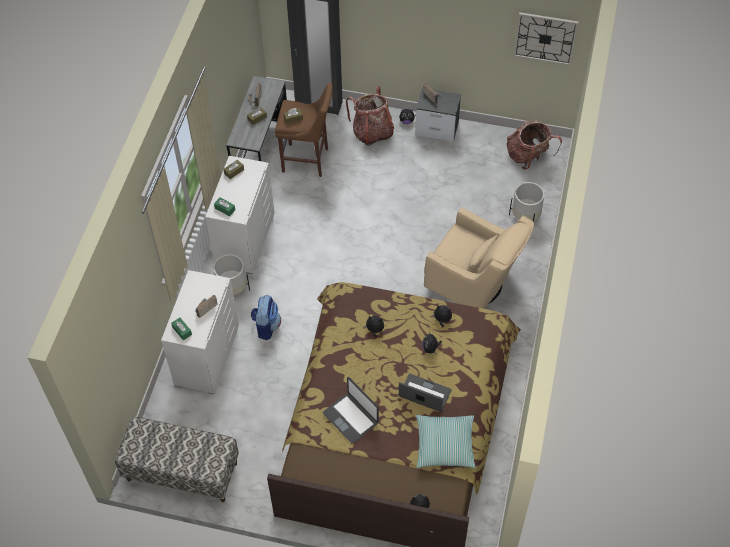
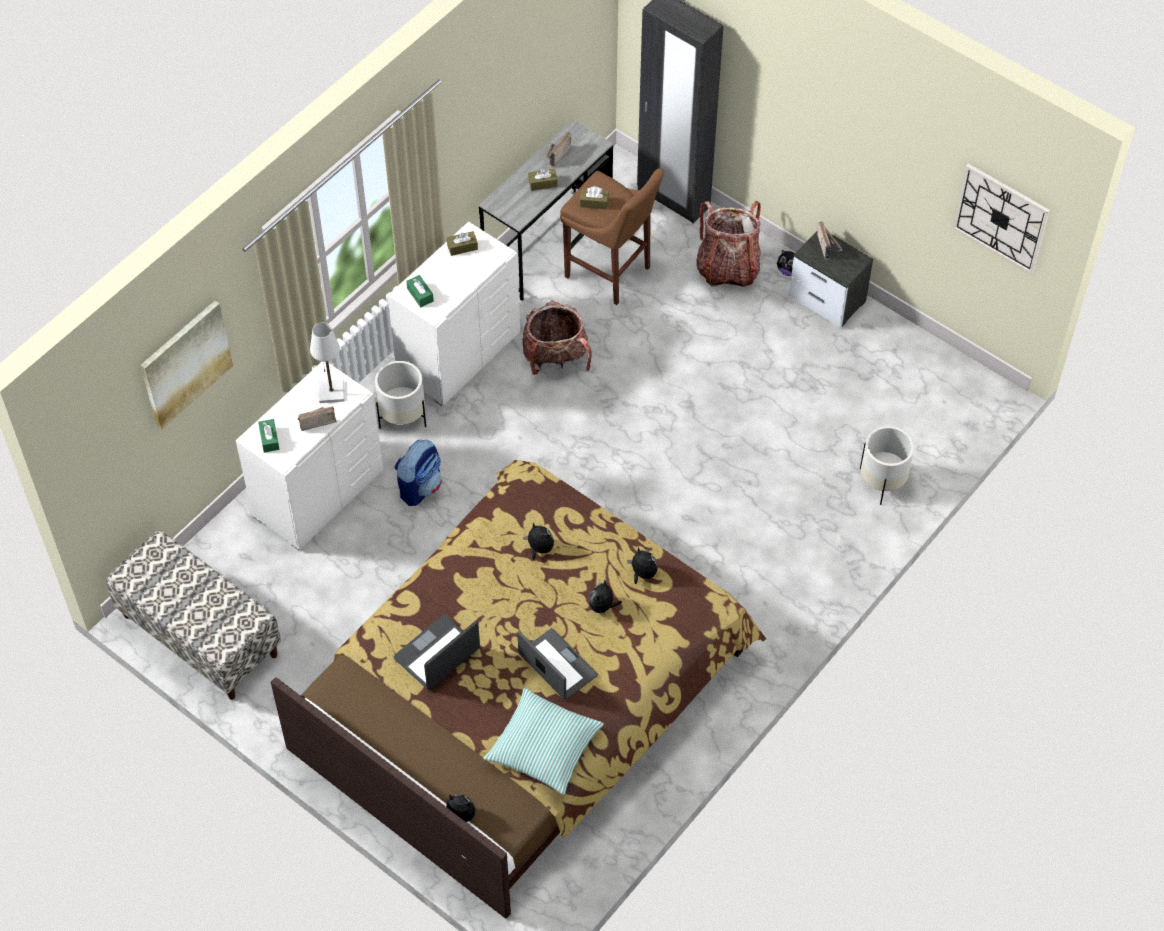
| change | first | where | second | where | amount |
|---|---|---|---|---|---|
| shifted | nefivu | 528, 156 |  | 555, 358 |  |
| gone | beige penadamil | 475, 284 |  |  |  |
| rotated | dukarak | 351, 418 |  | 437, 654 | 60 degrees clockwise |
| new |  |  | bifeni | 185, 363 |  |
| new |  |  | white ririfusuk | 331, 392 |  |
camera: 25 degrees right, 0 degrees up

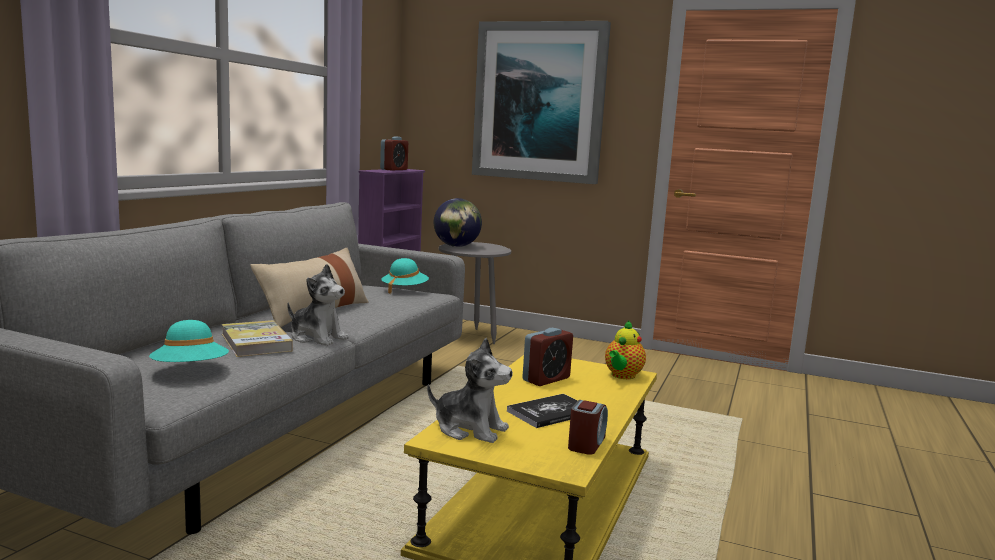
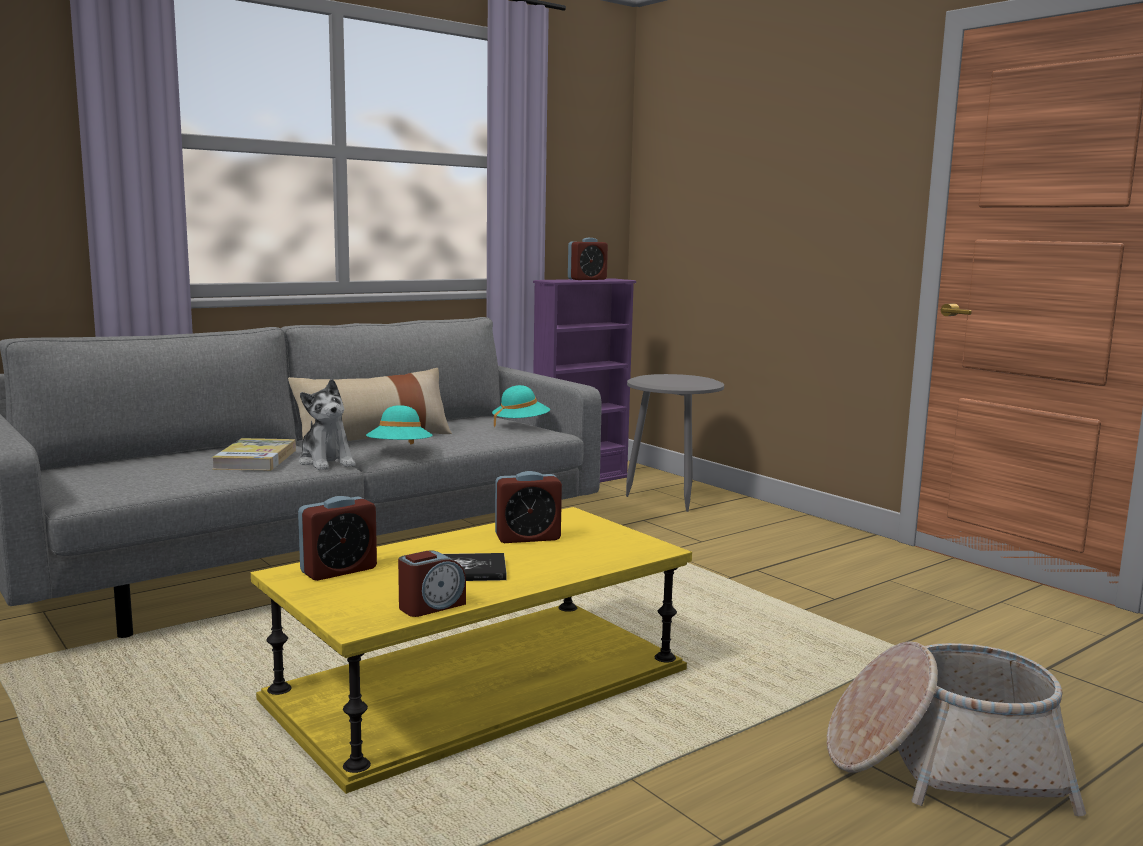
| change | first | where | second | where | amount |
|---|---|---|---|---|---|
| gone | bifeni | 539, 102 |  |  |  |
| gone | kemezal | 456, 246 |  |  |  |
| shifted | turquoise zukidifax | 190, 371 |  | 400, 451 |  |
| gone | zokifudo | 622, 376 |  |  |  |
| swapped | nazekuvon | 470, 429 | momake | 339, 570 |  |
| new |  |  | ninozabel | 942, 765 |  |
camera: 30 degrees right, 0 degrees up

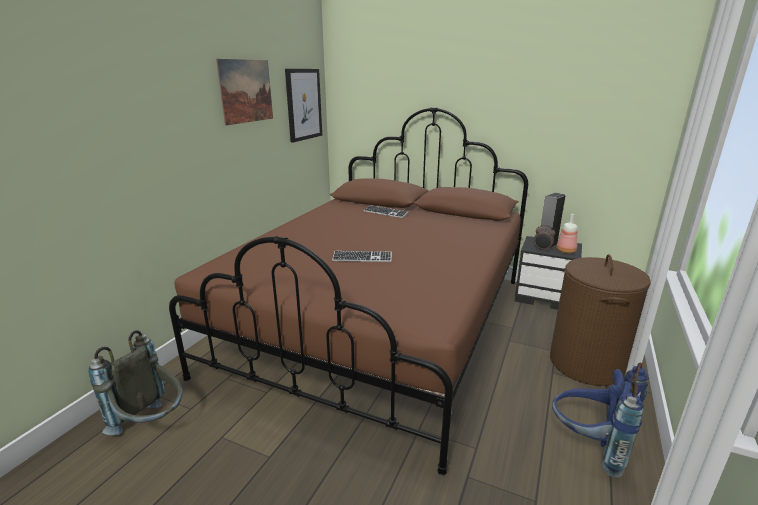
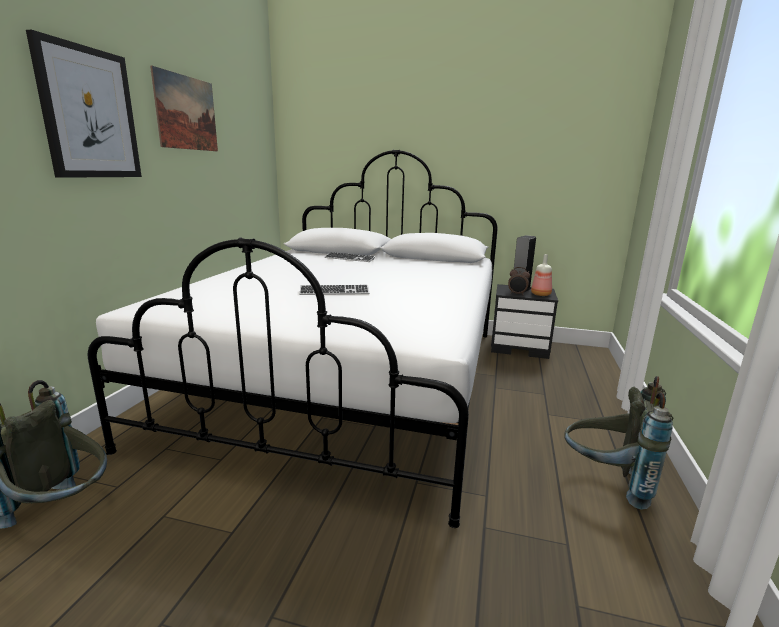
| change | first | where | second | where | amount |
|---|---|---|---|---|---|
| shifted | bifeni | 303, 104 |  | 89, 113 |  |
| repainted | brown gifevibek | 381, 323 | white gifevibek | 351, 379 |  |
| gone | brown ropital | 586, 364 |  |  |  |
| repainted | blue nefivu | 588, 446 | grey nefivu | 606, 481 |  |
camera: 10 degrees left, 5 degrees down

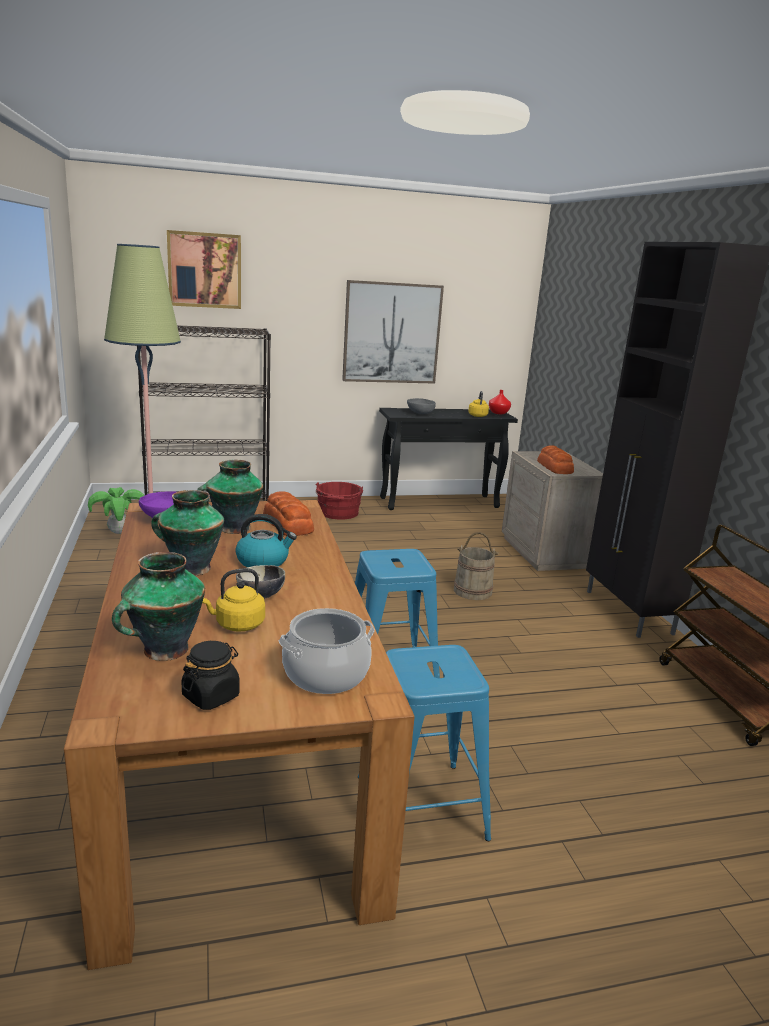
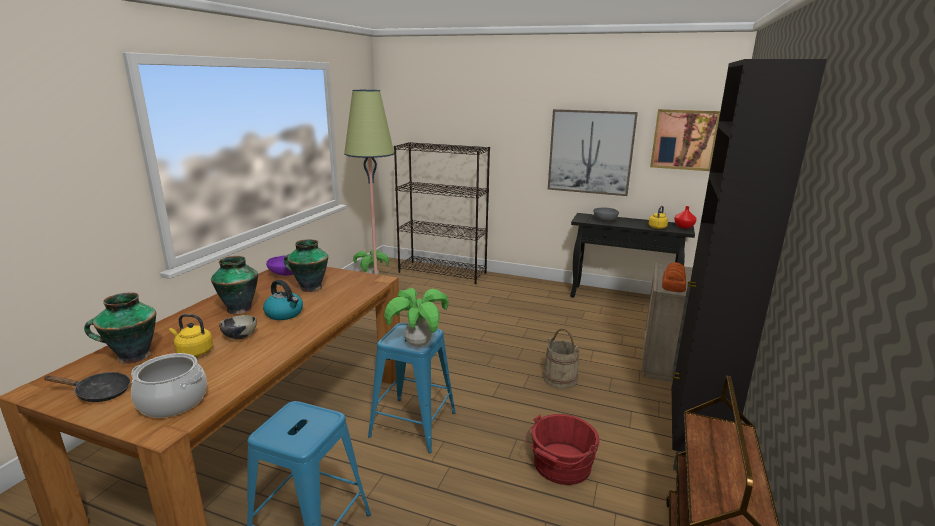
| change | first | where | second | where | amount |
|---|---|---|---|---|---|
| shifted | bifeni | 204, 270 |  | 684, 140 |  |
| shifted | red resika | 338, 513 |  | 560, 466 |  |
| gone | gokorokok | 288, 523 |  |  |  |
| swapped | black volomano | 211, 696 | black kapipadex | 99, 393 |  |
| new |  |  | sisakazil | 418, 344 |  |
camera: 35 degrees right, 0 degrees up

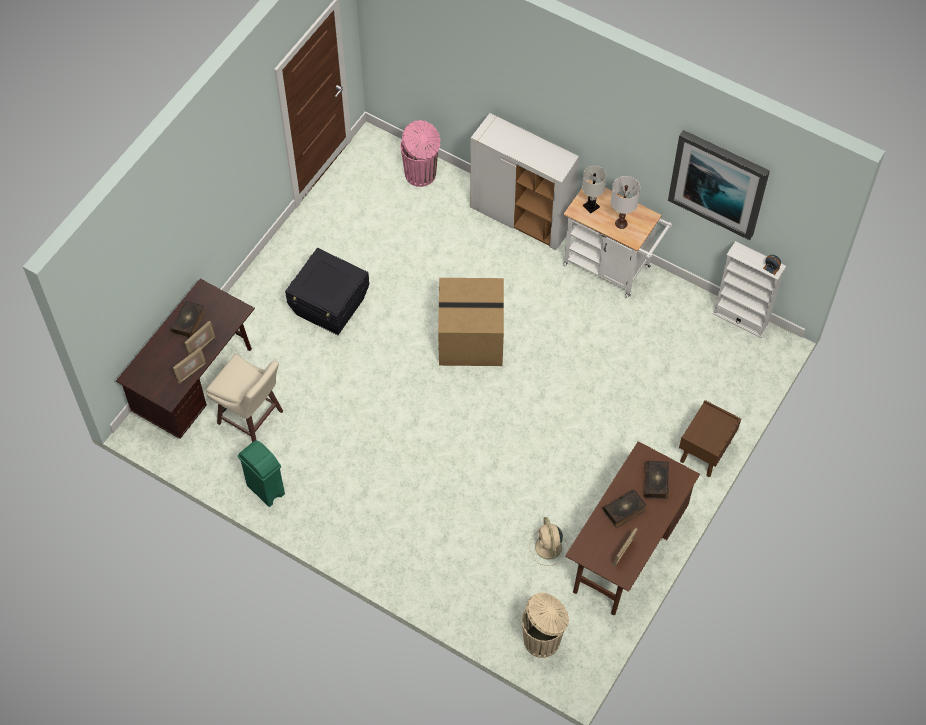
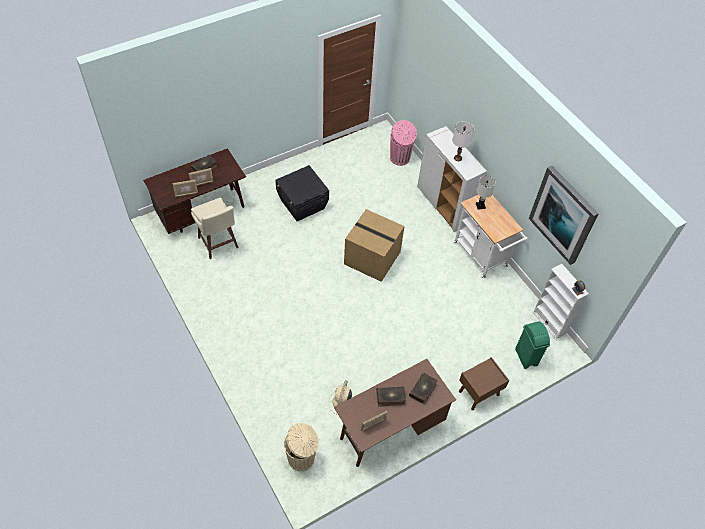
| change | first | where | second | where | amount |
|---|---|---|---|---|---|
| shifted | white ririfusuk | 621, 223 |  | 457, 158 |  |
| shifted | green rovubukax | 266, 490 |  | 526, 357 |  |
camera: 25 degrees right, 5 degrees down

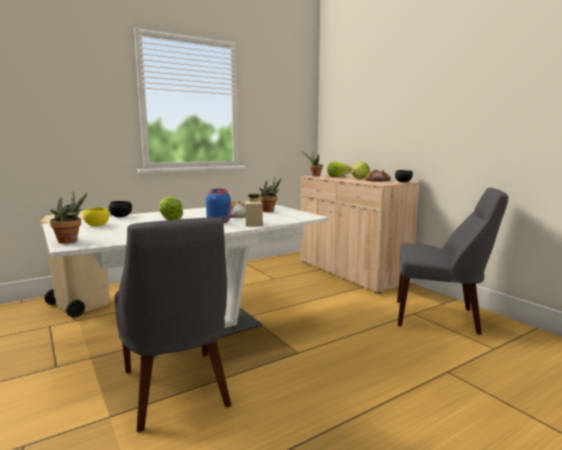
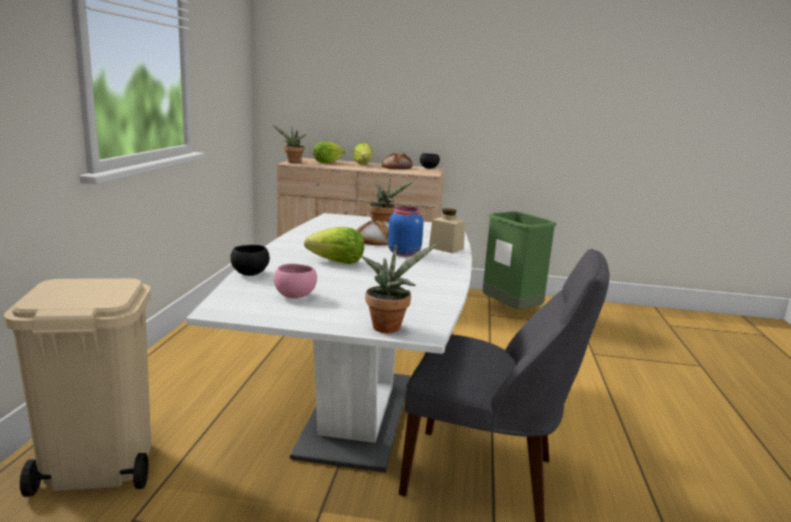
| change | first | where | second | where | amount |
|---|---|---|---|---|---|
| swapped | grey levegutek | 440, 317 | green rovubukax | 511, 311 |  |
| repainted | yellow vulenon | 97, 225 | pink vulenon | 295, 296 |  |
camera: 50 degrees left, 5 degrees up

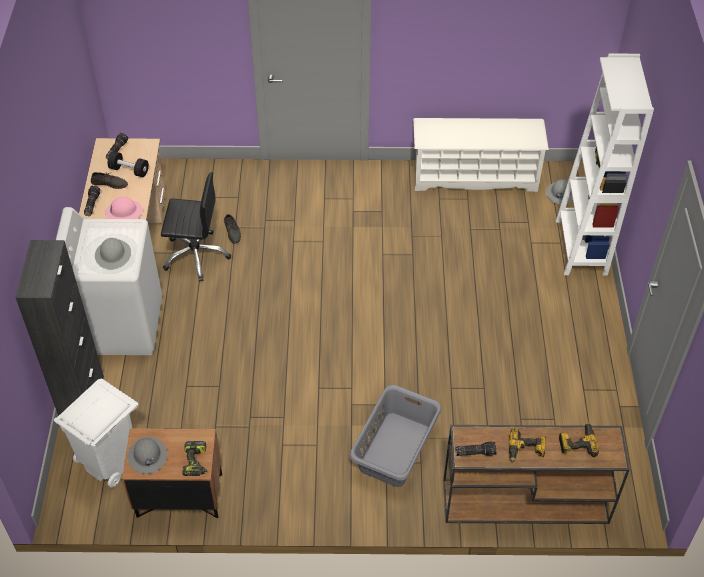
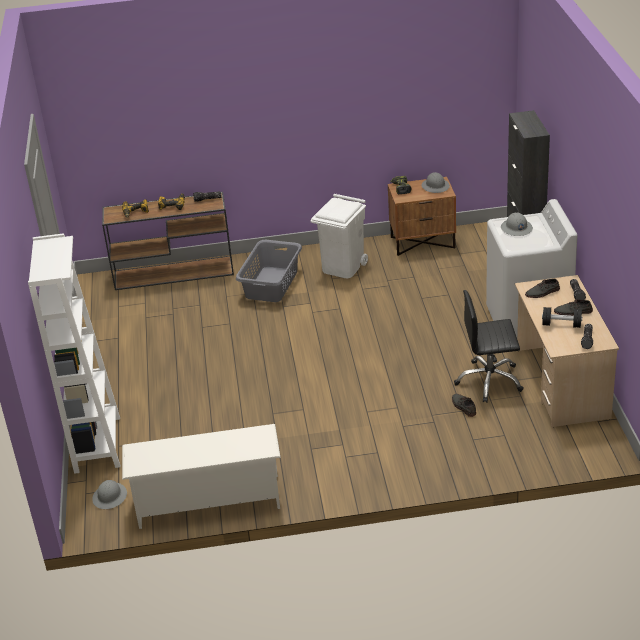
| change | first | where | second | where | amount |
|---|---|---|---|---|---|
| swapped | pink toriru | 123, 212 | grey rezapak | 542, 292 |  |
| shifted | white rovubukax | 110, 459 |  | 343, 267 |  |
camera: 175 degrees right, 15 degrees down

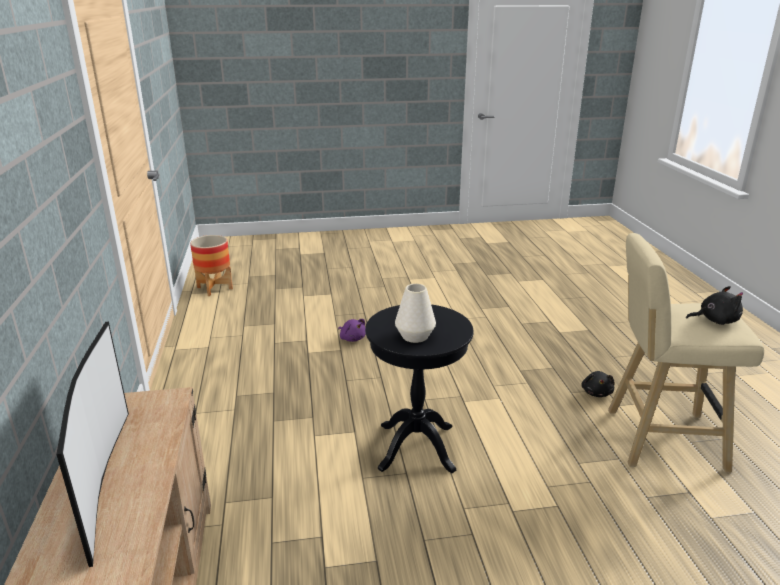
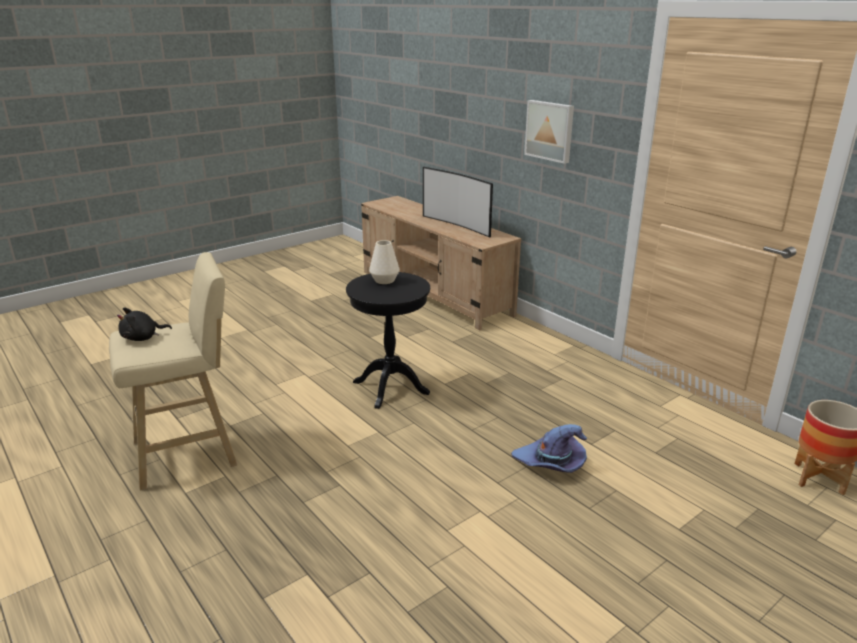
| change | first | where | second | where | amount |
|---|---|---|---|---|---|
| swapped | purple nazekuvon | 352, 338 | purple zukidifax | 551, 463 |  |
| gone | black nazekuvon | 596, 392 |  |  |  |
| new |  |  | bifeni | 550, 130 |  |
camera: 150 degrees right, 0 degrees up

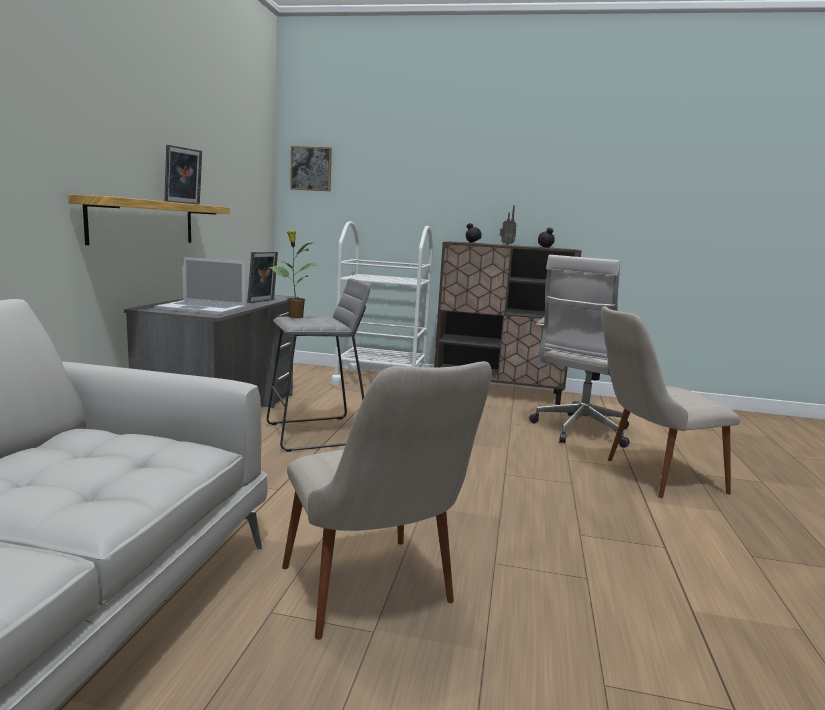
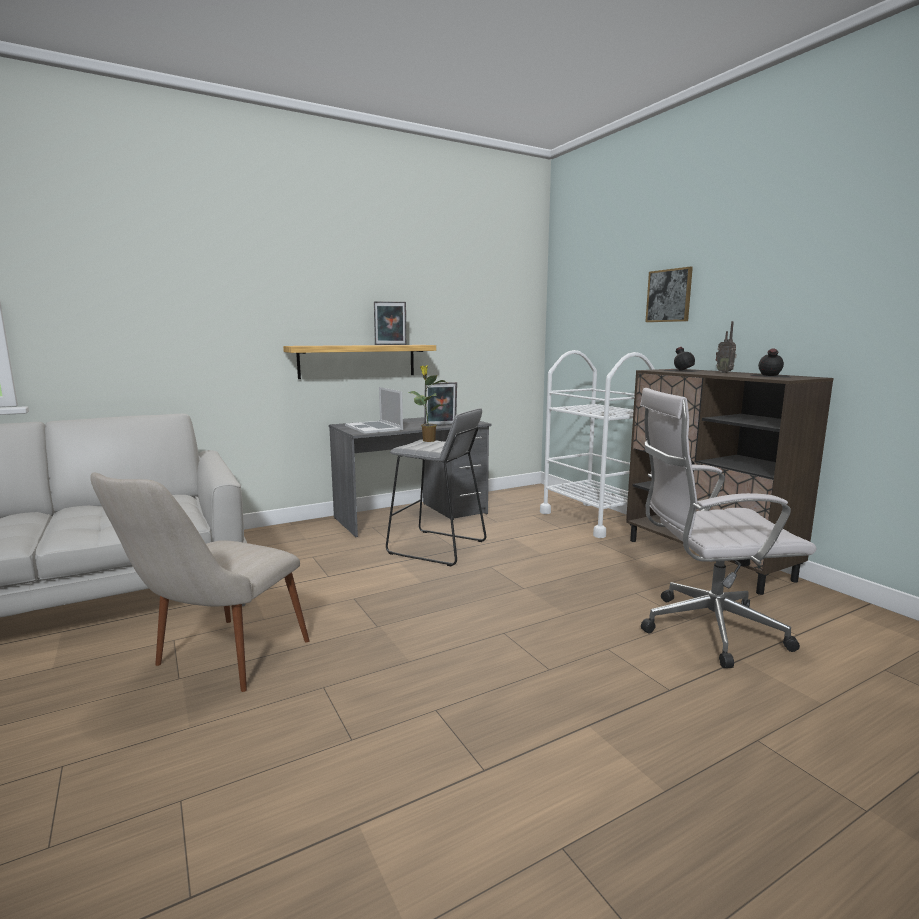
| change | first | where | second | where | amount |
|---|---|---|---|---|---|
| shifted | bifeni | 311, 169 |  | 669, 295 |  |
| gone | beige levegutek | 648, 476 |  |  |  |
camera: 50 degrees right, 0 degrees up

